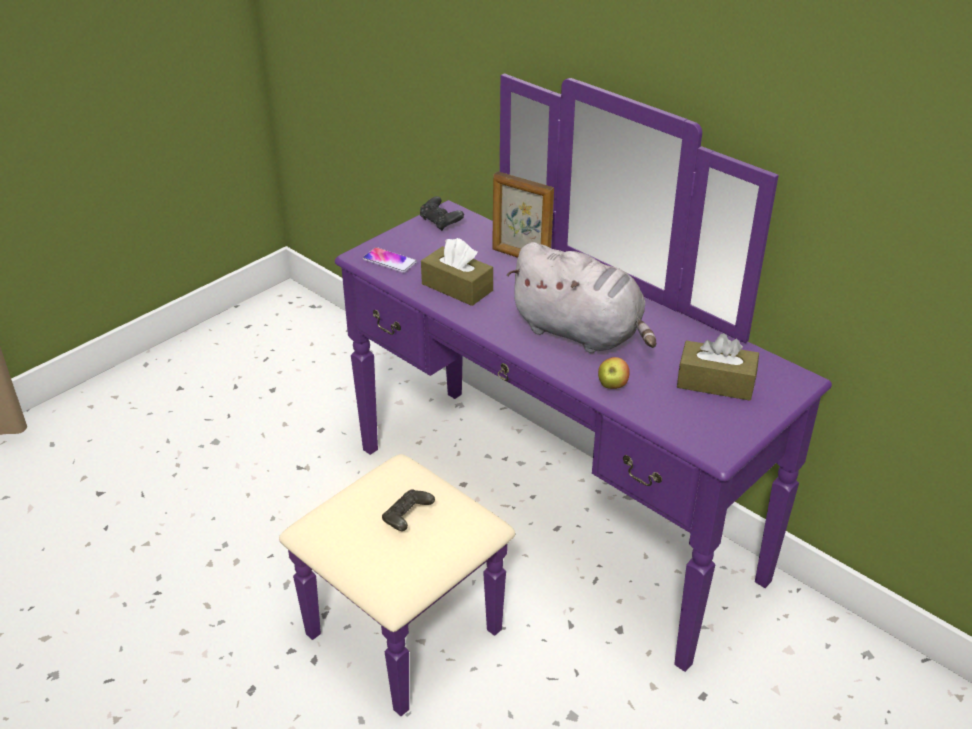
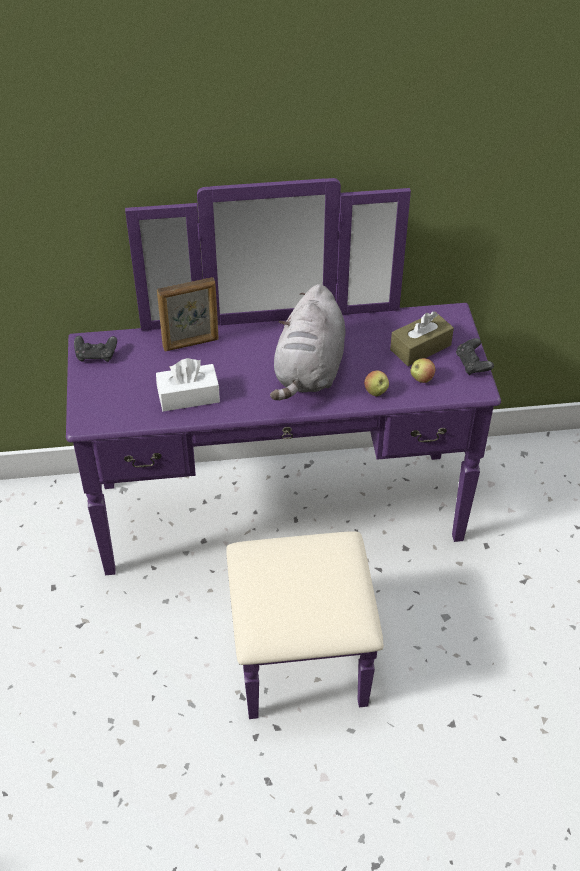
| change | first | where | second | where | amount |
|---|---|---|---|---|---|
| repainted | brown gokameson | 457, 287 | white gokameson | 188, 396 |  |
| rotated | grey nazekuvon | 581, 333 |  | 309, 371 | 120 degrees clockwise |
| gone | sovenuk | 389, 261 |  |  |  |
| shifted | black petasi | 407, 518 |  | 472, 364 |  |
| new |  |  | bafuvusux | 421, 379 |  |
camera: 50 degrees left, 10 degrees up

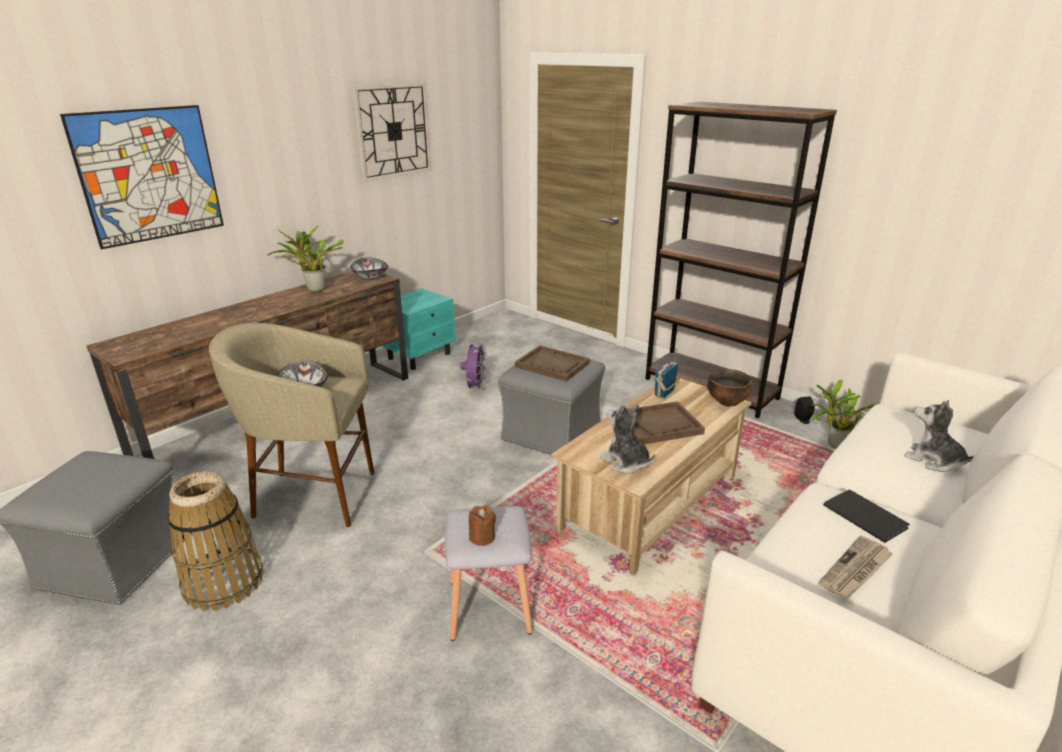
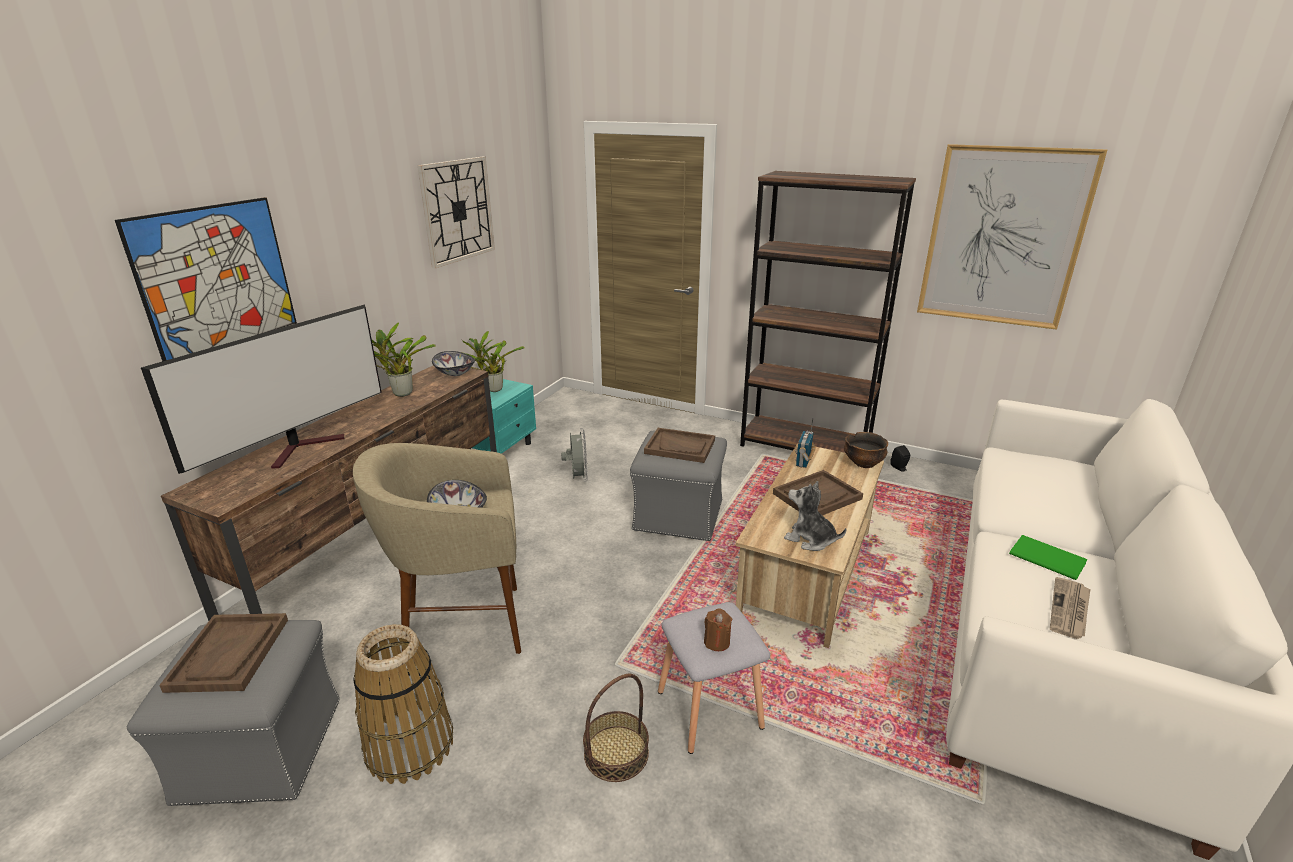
| change | first | where | second | where | amount |
|---|---|---|---|---|---|
| repainted | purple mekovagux | 476, 388 | grey mekovagux | 578, 478 |  |
| shifted | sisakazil | 833, 445 |  | 492, 390 |  |
| gone | nazekuvon | 933, 460 |  |  |  |
| repainted | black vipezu | 864, 515 | green vipezu | 1045, 557 |  |
| new |  |  | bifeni | 1003, 237 |  |
| new |  |  | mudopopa | 304, 447 |  |
| new |  |  | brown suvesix | 229, 654 |  |
| new |  |  | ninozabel | 616, 753 |  |
camera: 15 degrees left, 0 degrees up

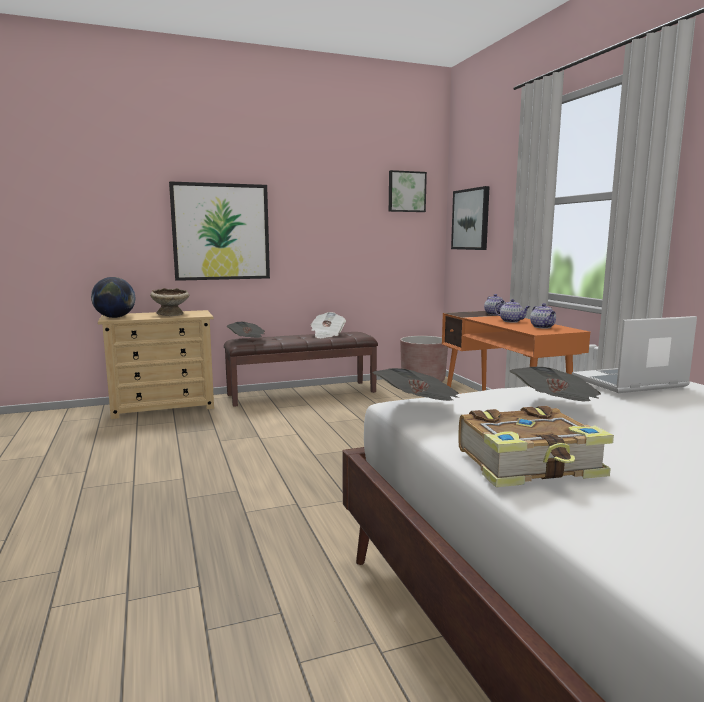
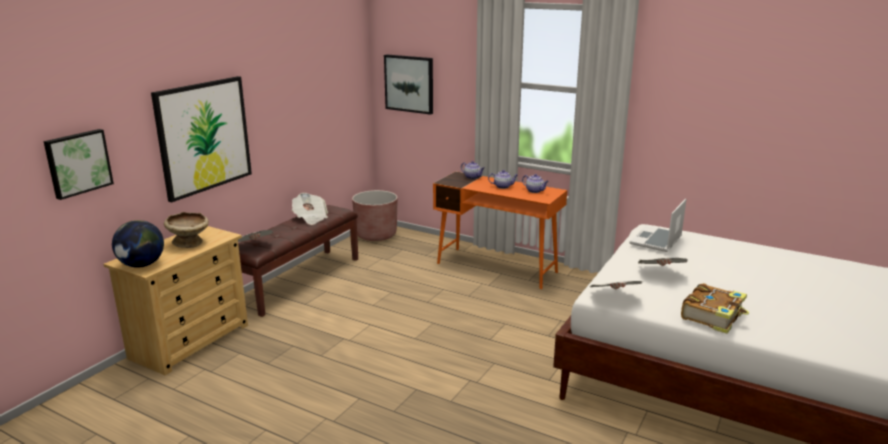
| change | first | where | second | where | amount |
|---|---|---|---|---|---|
| shifted | bifeni | 406, 191 |  | 78, 163 |  |
camera: 40 degrees left, 10 degrees up

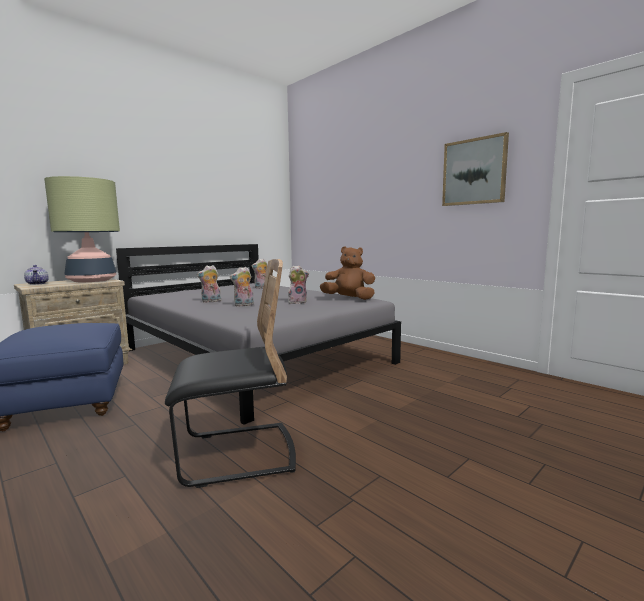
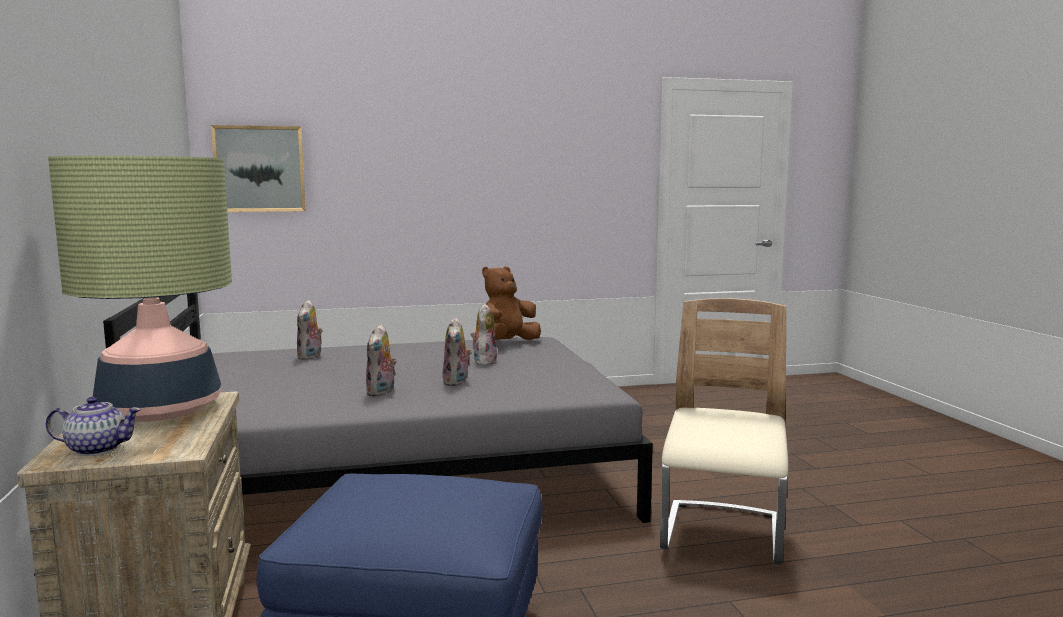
| change | first | where | second | where | amount |
|---|---|---|---|---|---|
| shifted | bifeni | 474, 172 |  | 259, 169 |  |
| repainted | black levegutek | 237, 454 | beige levegutek | 722, 535 |  |
camera: 60 degrees left, 0 degrees up

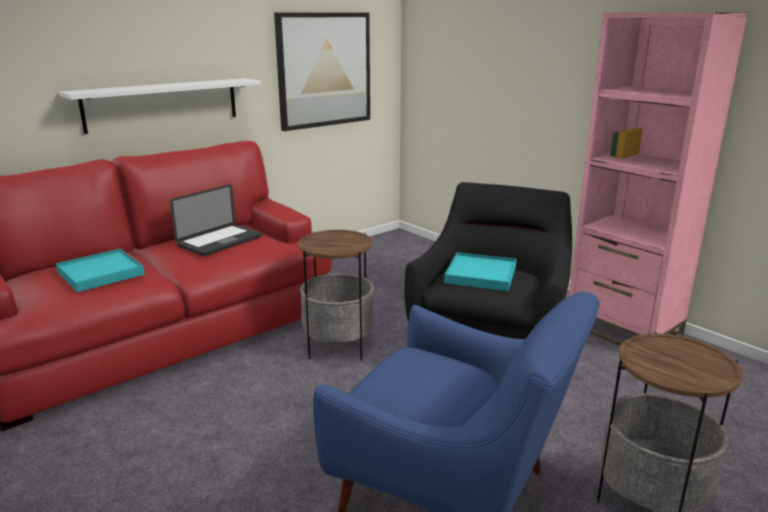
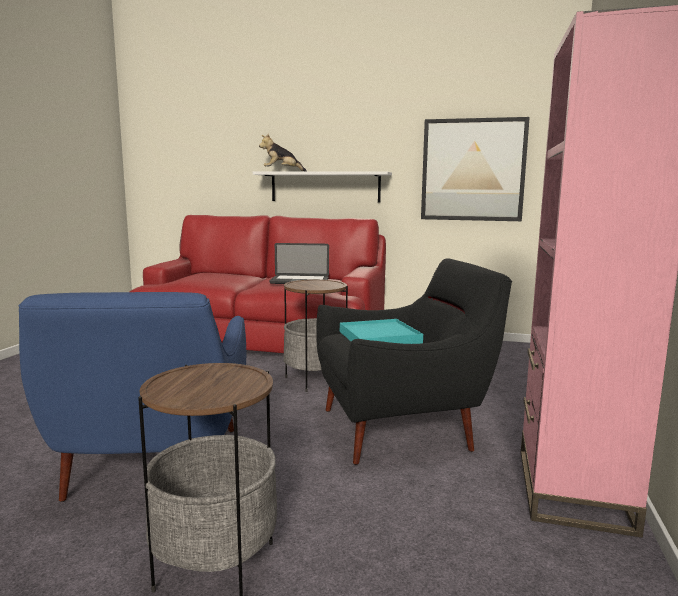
| change | first | where | second | where | amount |
|---|---|---|---|---|---|
| gone | turquoise suvesix | 100, 273 |  |  |  |
| new |  |  | nazekuvon | 281, 171 |  |
camera: 55 degrees right, 10 degrees down

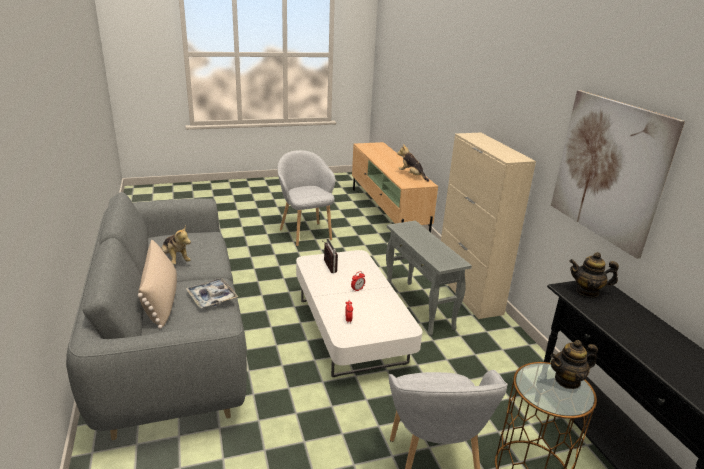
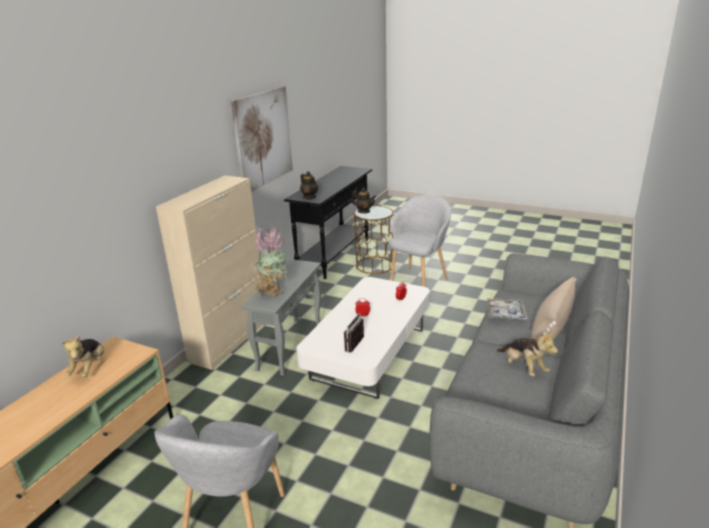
| change | first | where | second | where | amount |
|---|---|---|---|---|---|
| rotated | nazekuvon | 175, 260 |  | 523, 367 | 150 degrees clockwise |
| new |  |  | sisakazil | 272, 291 |  |
camera: 135 degrees left, 0 degrees up

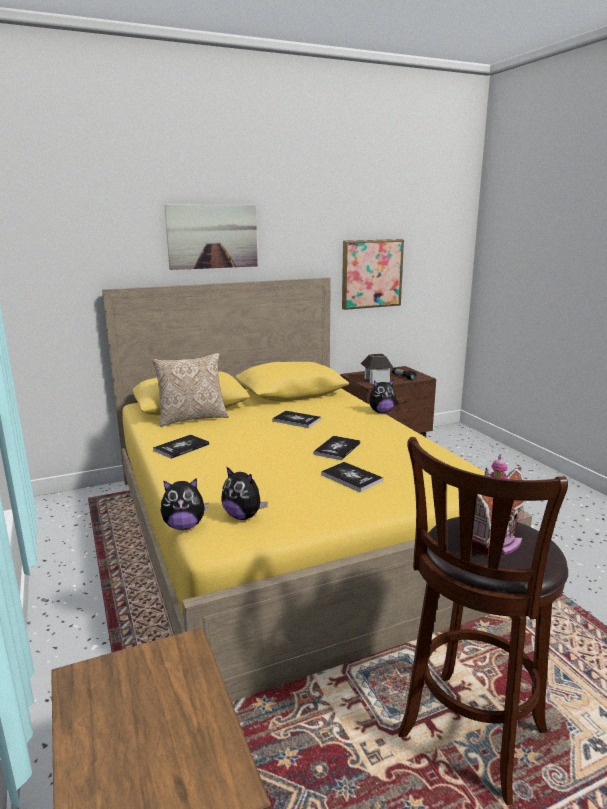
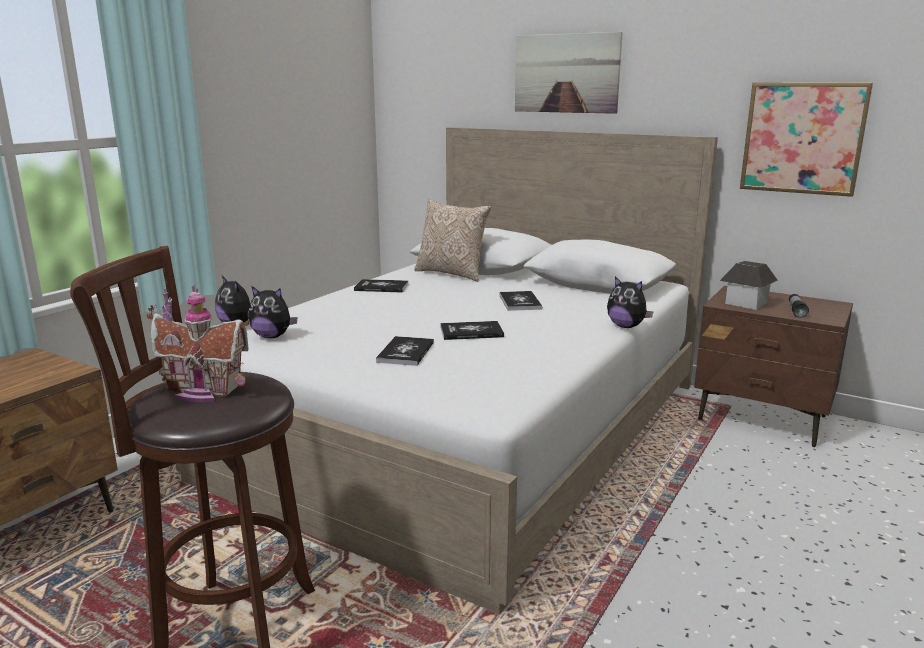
| change | first | where | second | where | amount |
|---|---|---|---|---|---|
| repainted | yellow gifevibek | 285, 531 | white gifevibek | 470, 427 |  |
| rotated | nazekuvon | 243, 516 |  | 272, 336 | 75 degrees counterclockwise |
camera: 55 degrees right, 0 degrees up

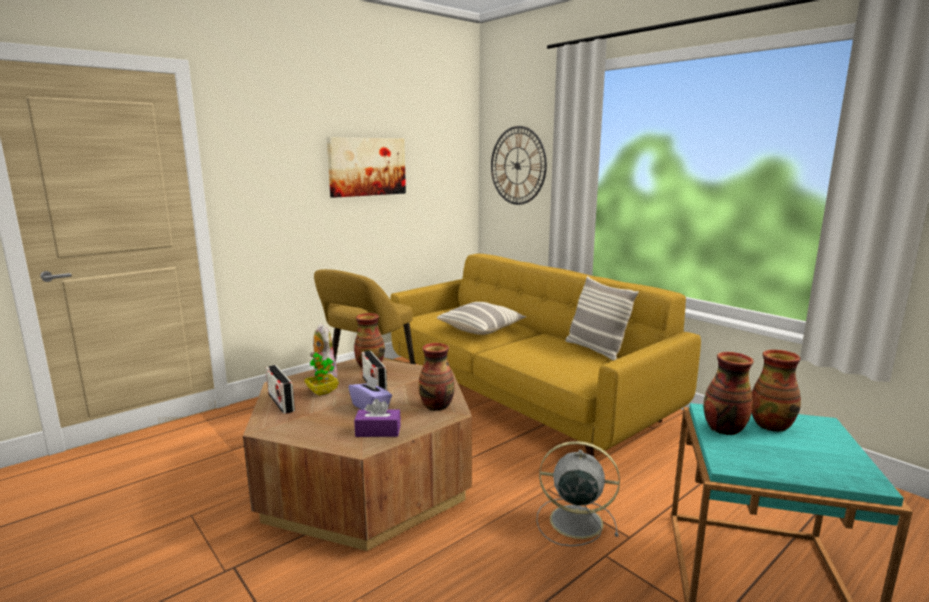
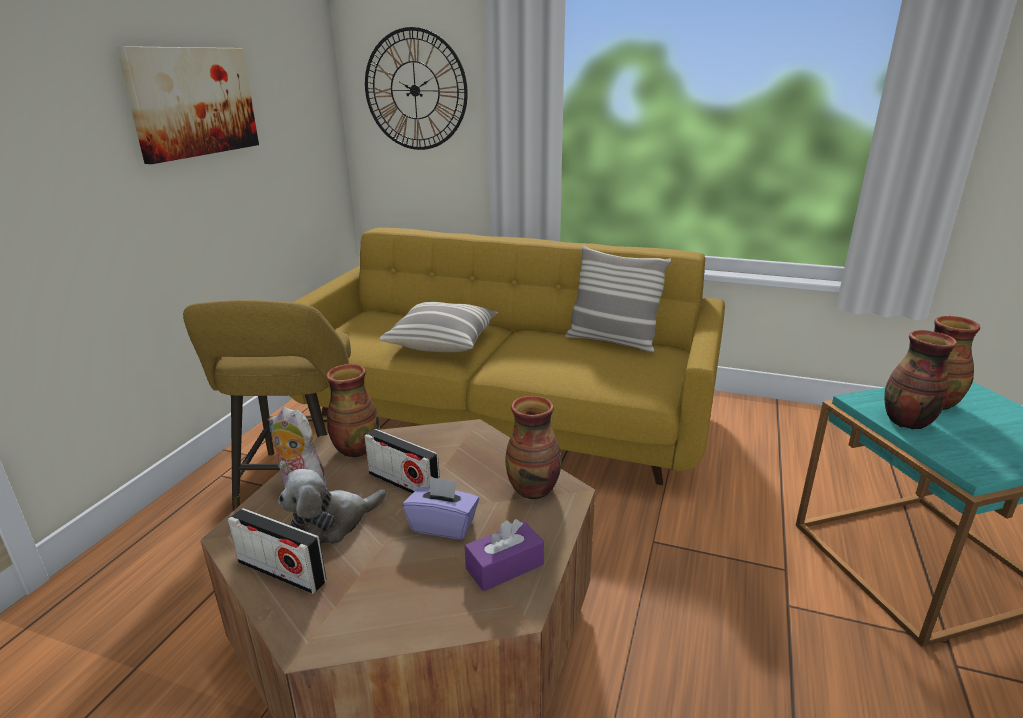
| change | first | where | second | where | amount |
|---|---|---|---|---|---|
| swapped | sisakazil | 322, 392 | nazekuvon | 332, 524 |  |
| gone | grey mekovagux | 573, 521 |  |  |  |
camera: 30 degrees left, 10 degrees up

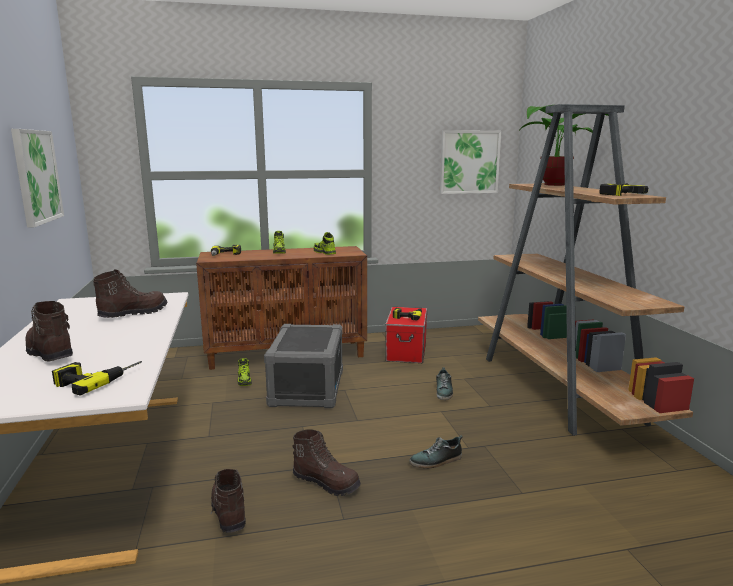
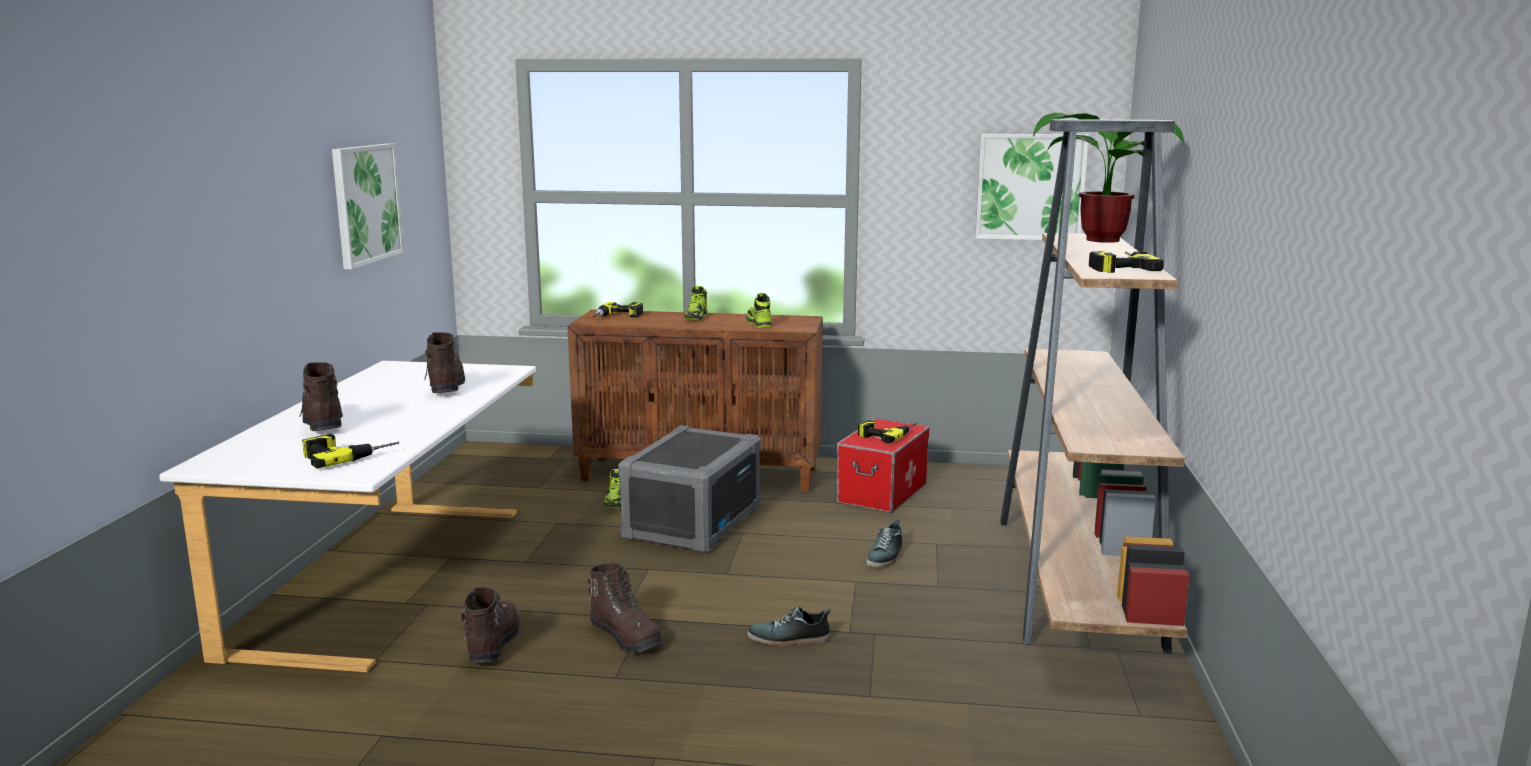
| change | first | where | second | where | amount |
|---|---|---|---|---|---|
| rotated | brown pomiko | 133, 313 |  | 446, 387 | 75 degrees counterclockwise |
camera: 20 degrees right, 0 degrees up

